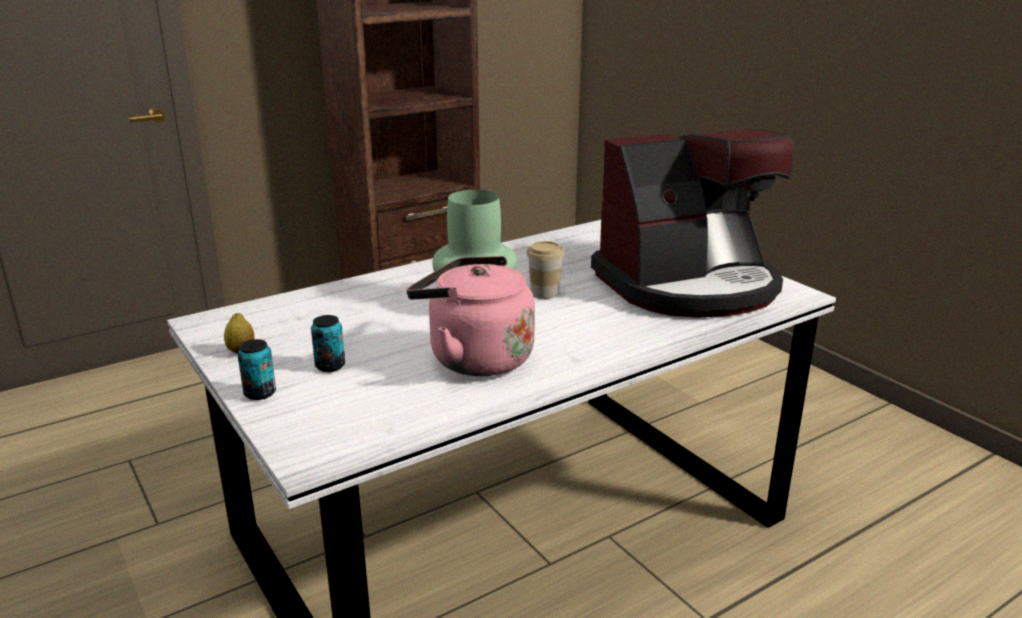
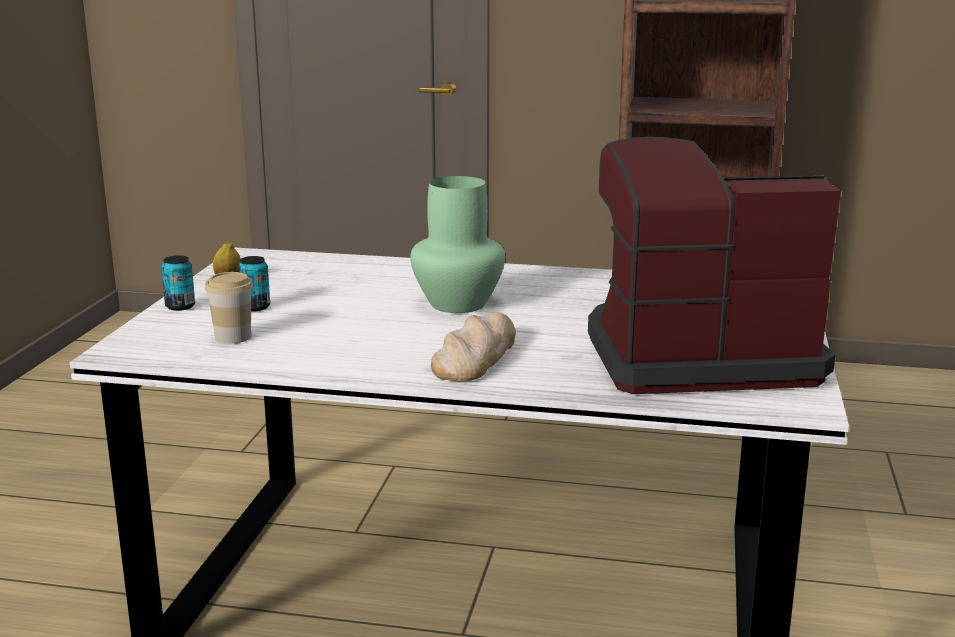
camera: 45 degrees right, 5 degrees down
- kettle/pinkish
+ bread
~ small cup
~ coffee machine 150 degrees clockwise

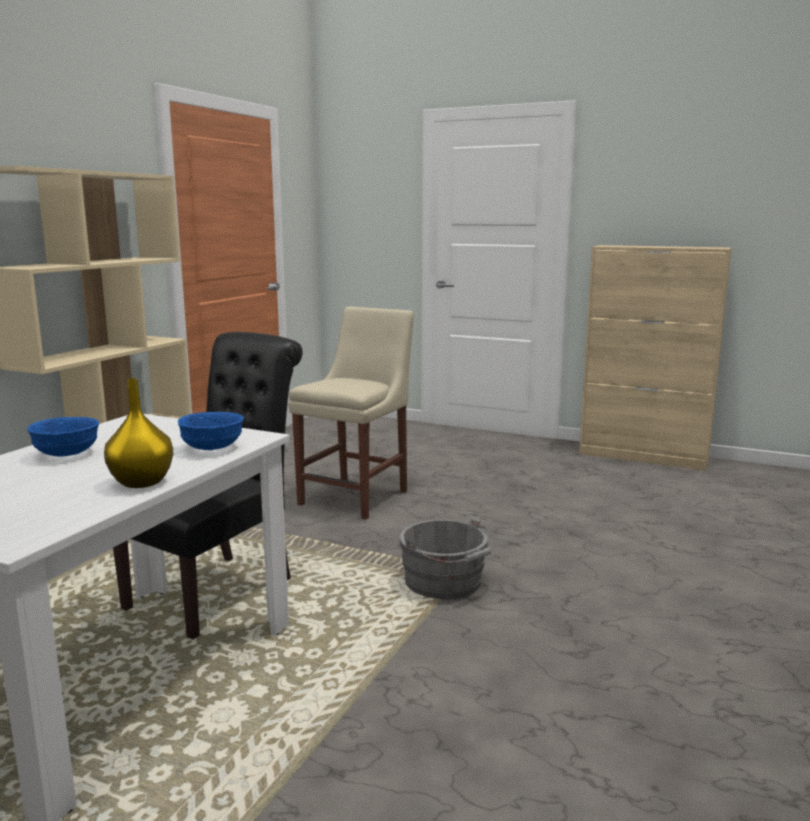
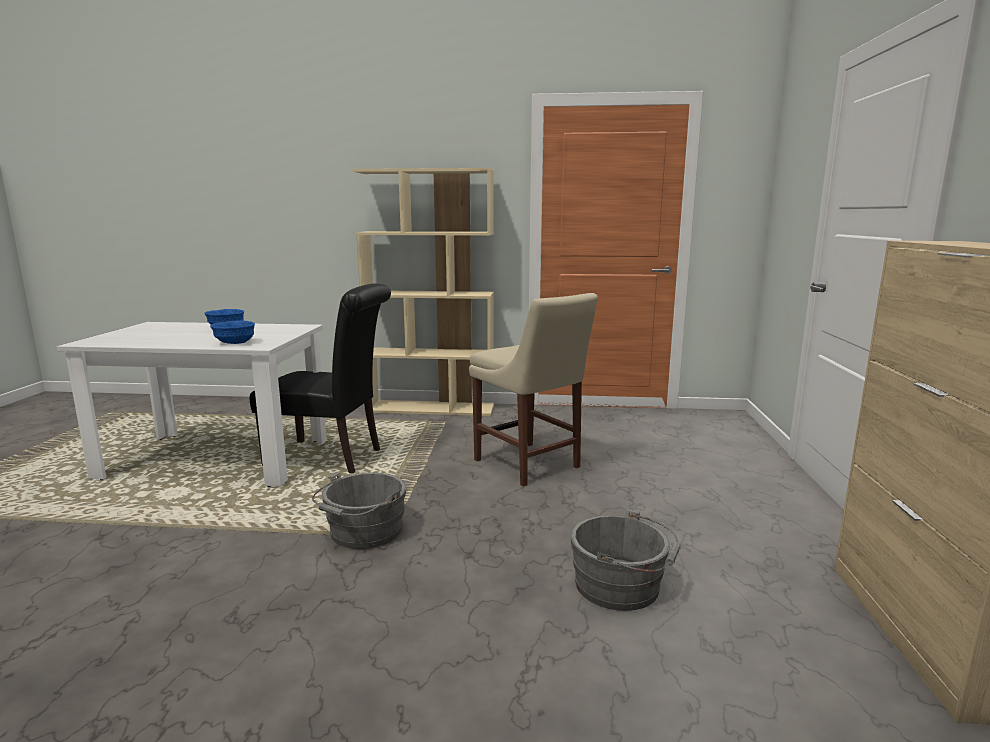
camera: 70 degrees right, 0 degrees up
- decorative vase/yellow-coloured
+ bucket/grey (2nd from left)
~ chair/beige 45 degrees clockwise

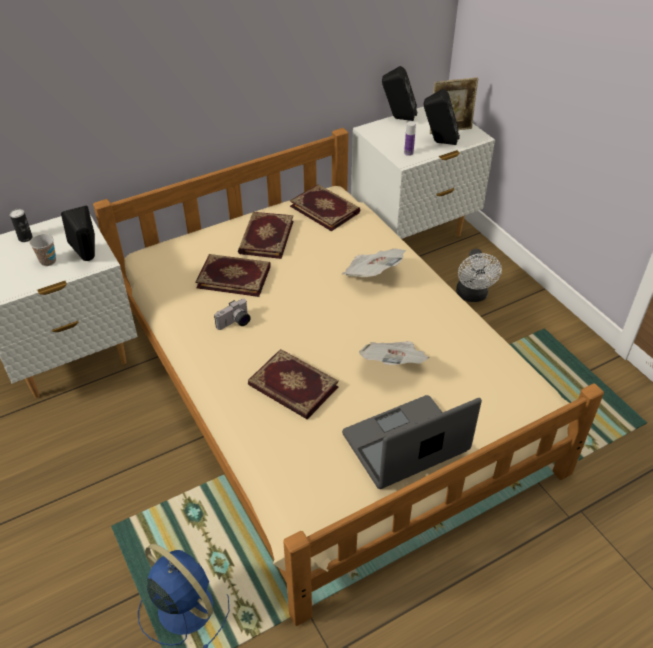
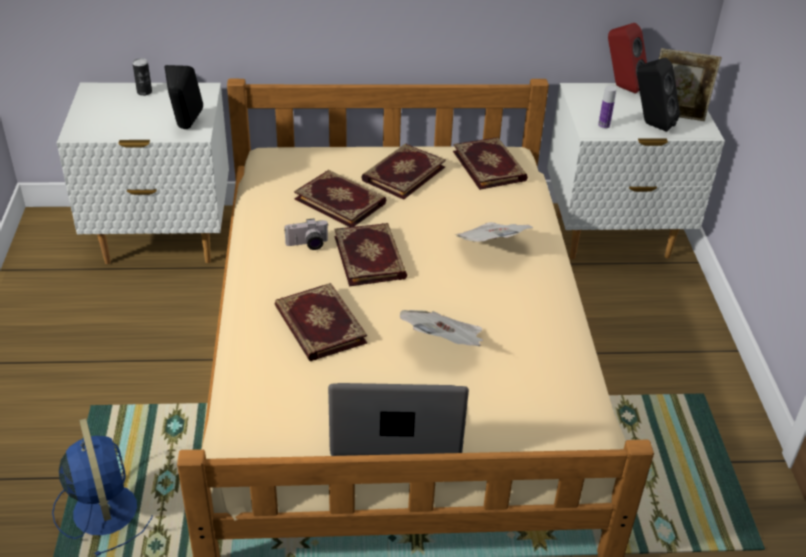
camera: 25 degrees right, 5 degrees down
- small cup
- fan/whitish
+ book (3rd from left)
~ speaker/black-coloured (2nd from left) to speaker/reddish

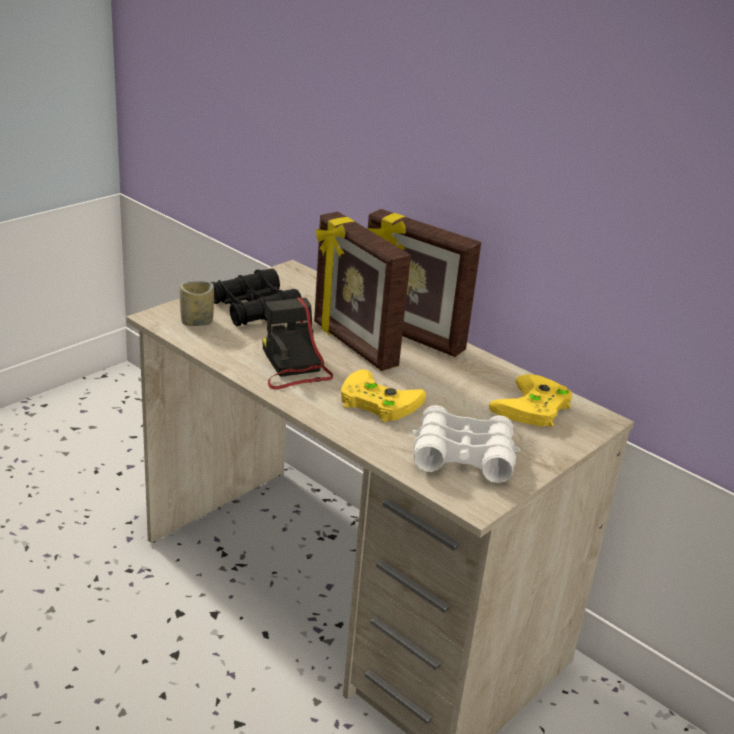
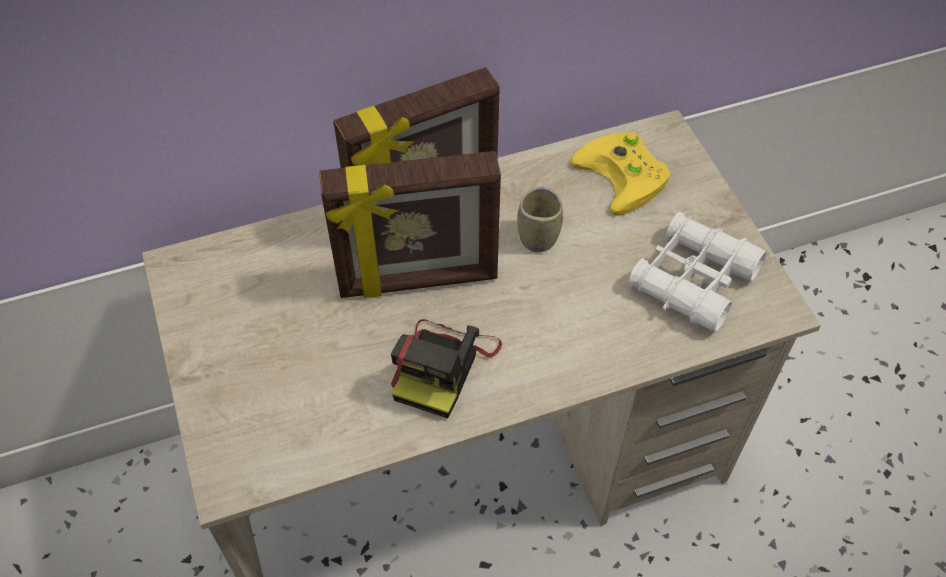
camera: 60 degrees left, 25 degrees up
- pair of binoculars/black-coloured
- gamepad/yellow-coloured (1st from left)
~ small cup
~ still camera 75 degrees counterclockwise

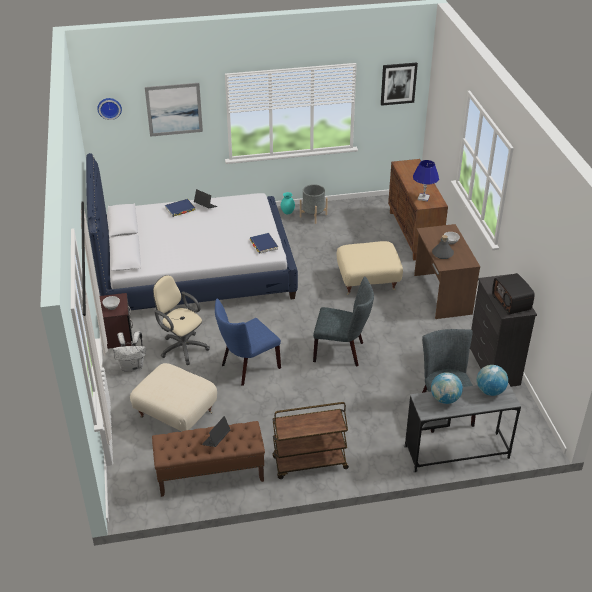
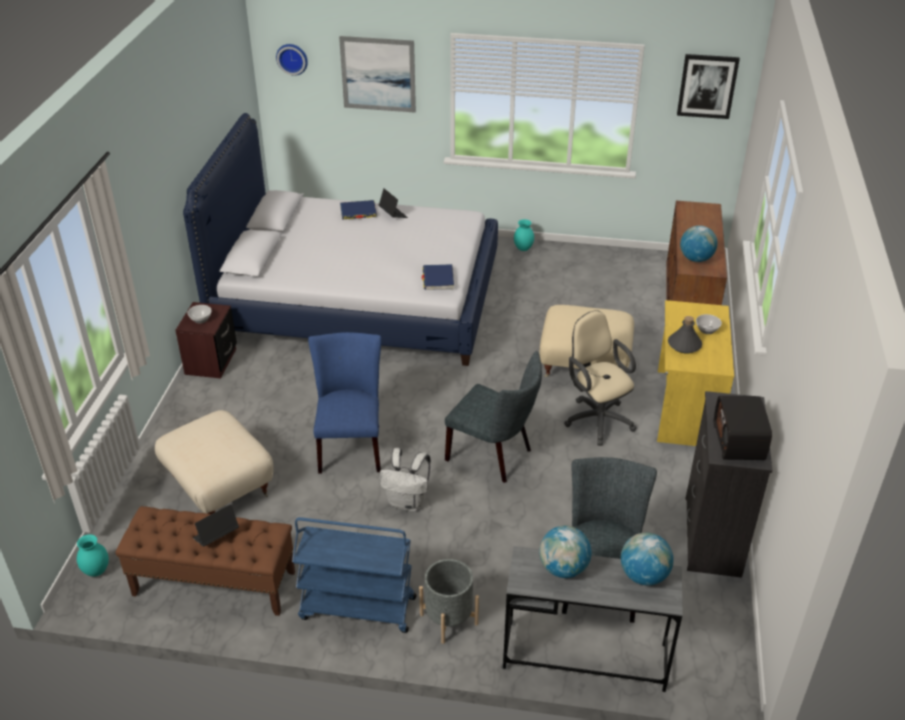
camera: 20 degrees right, 0 degrees up
+ decorative vase/turquoise-coloured (1st from left)
~ knapsack/whitish
~ desk chair/beige
~ plant pot/grey
~ lamp for a table/bluish to desk globe (3rd from left)
~ wheeled cart/brown to wheeled cart/bluish
~ desk table/brown to desk table/yellow-coloured
~ chair/bluish 105 degrees clockwise

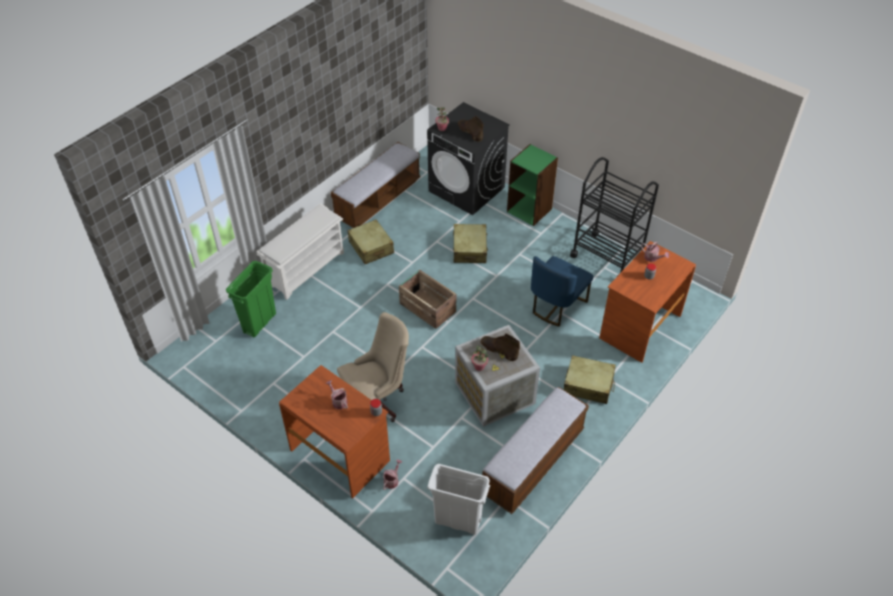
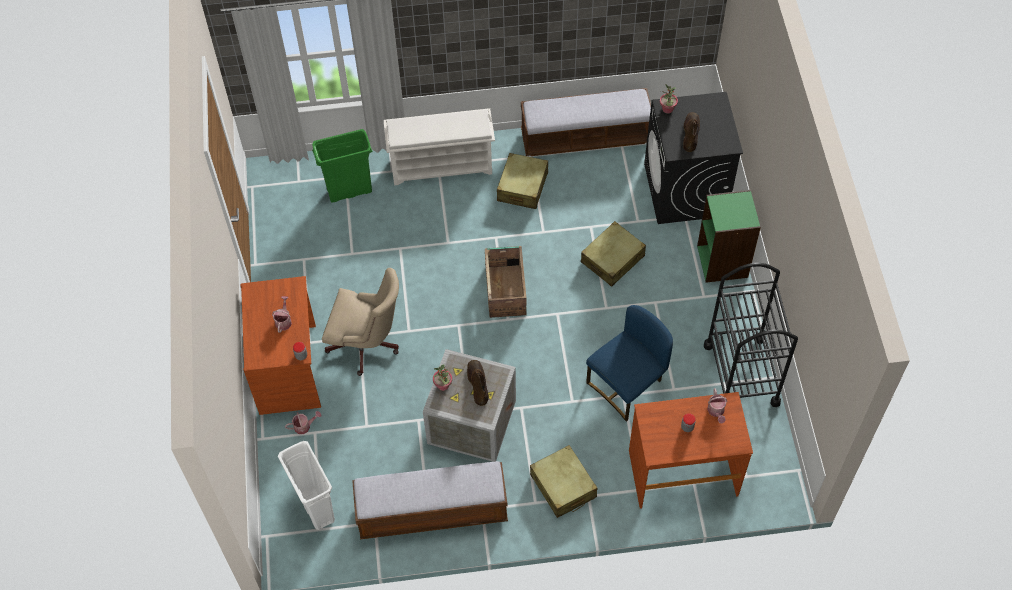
camera: 45 degrees right, 10 degrees up
~ chair/bluish 150 degrees clockwise

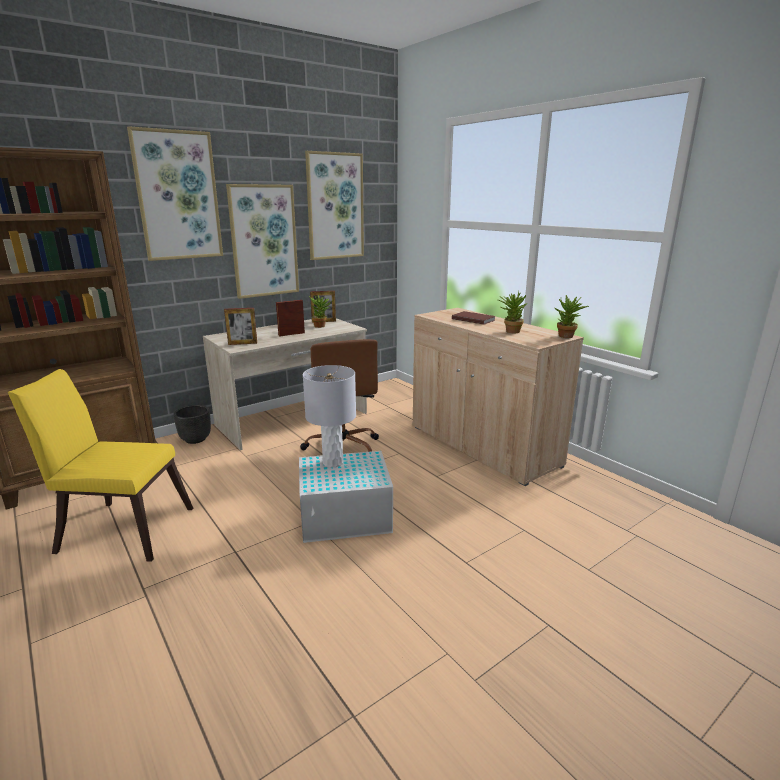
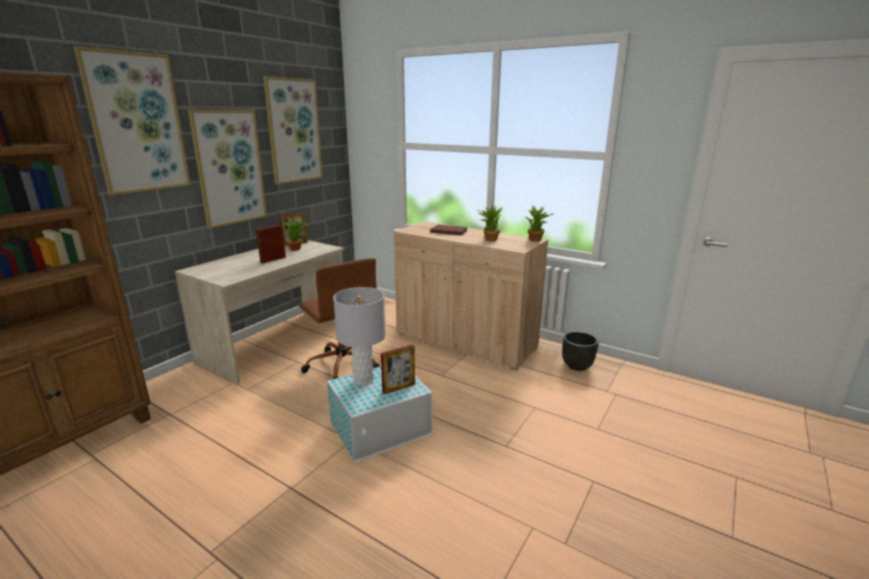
camera: 20 degrees left, 0 degrees up
- chair/yellow-coloured
~ plant pot/black-coloured
~ standing frame (1st from left in the first image) to standing frame (3rd from left)

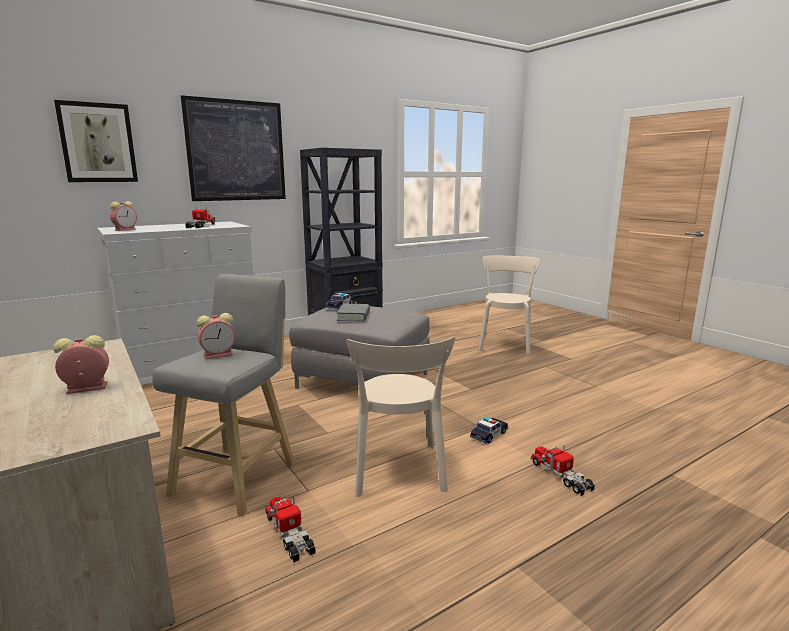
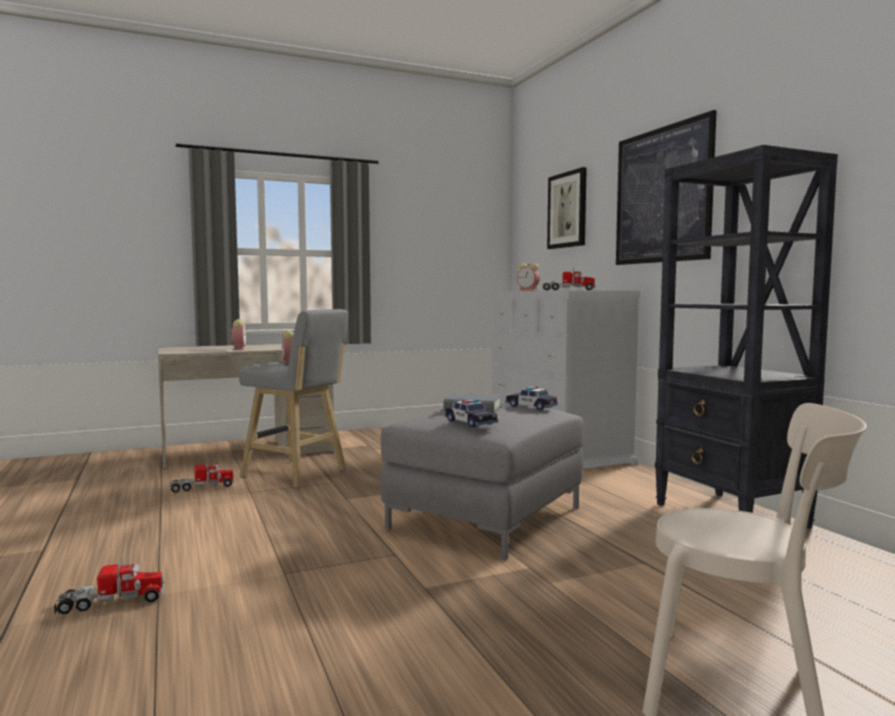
camera: 100 degrees right, 10 degrees down
- chair/beige (1st from left)
~ miniature car (2nd from left in the first image) to miniature car (1st from left)

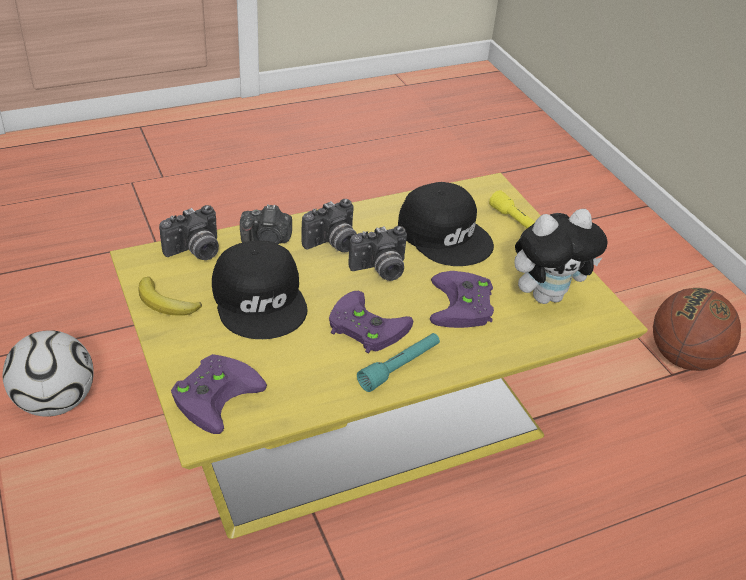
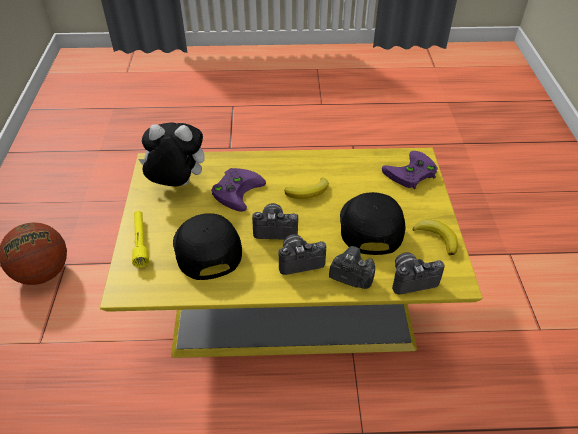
camera: 155 degrees left, 5 degrees up
- football
- hand torch/turquoise-coloured
~ gamepad/purplish (2nd from left) to banana (1st from left)

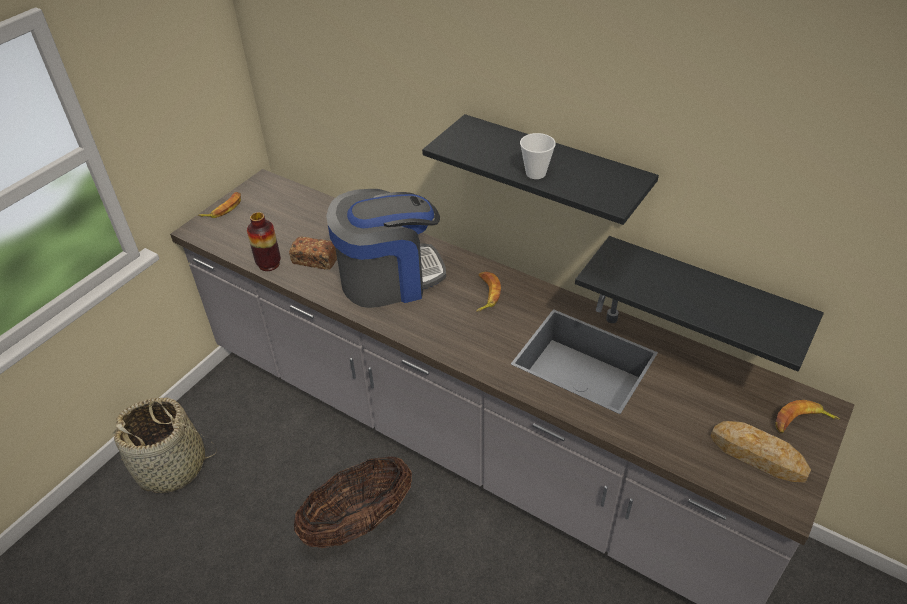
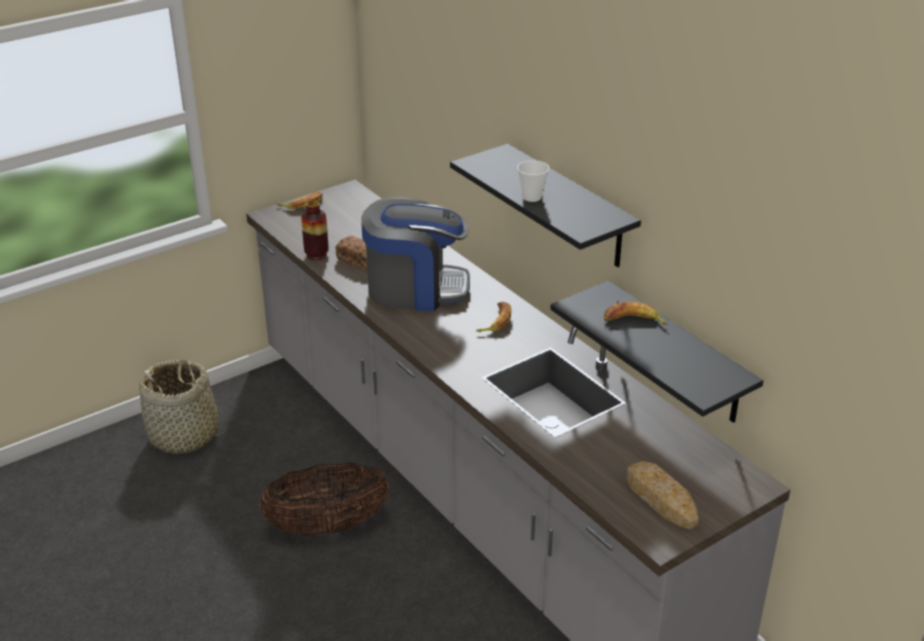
camera: 20 degrees right, 10 degrees down
~ banana (3rd from left)

